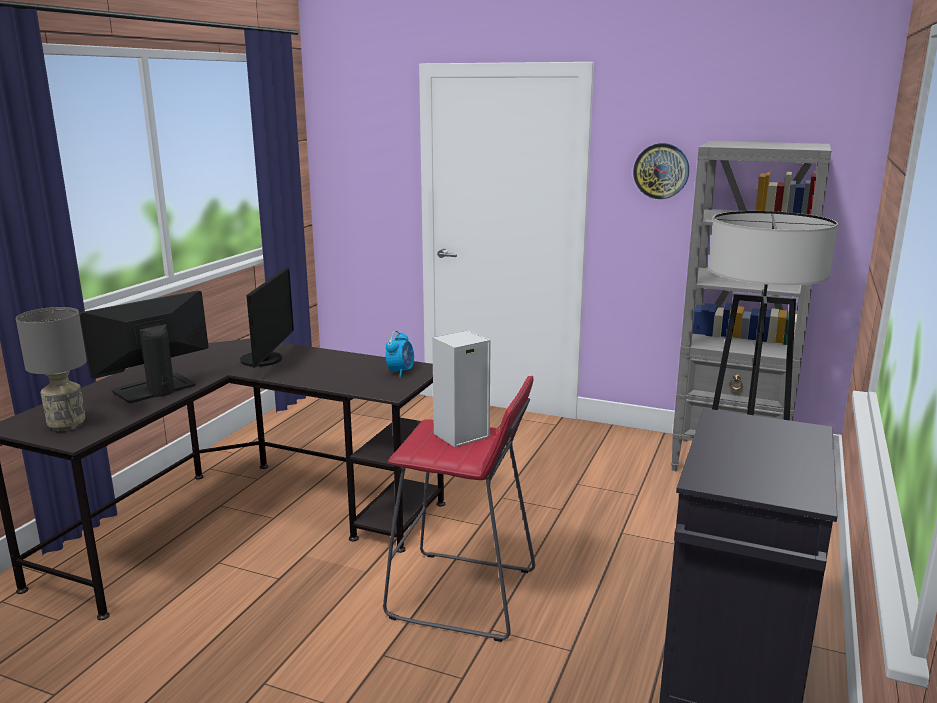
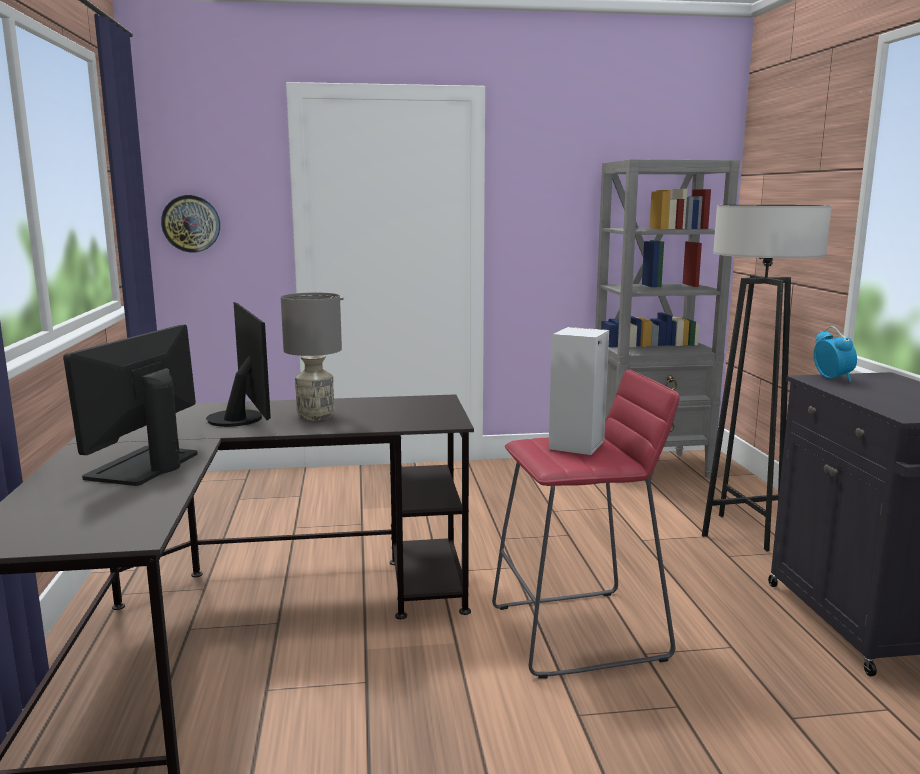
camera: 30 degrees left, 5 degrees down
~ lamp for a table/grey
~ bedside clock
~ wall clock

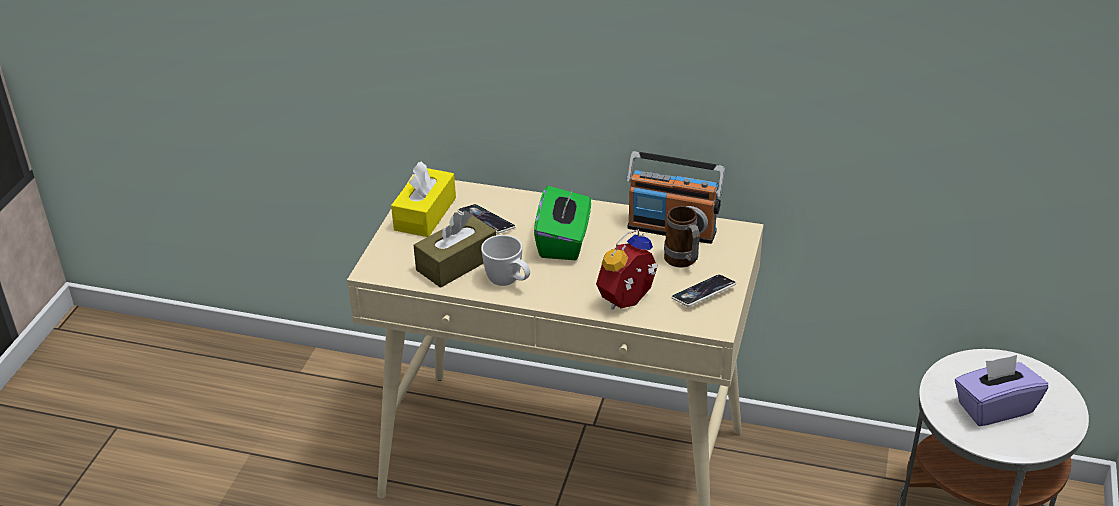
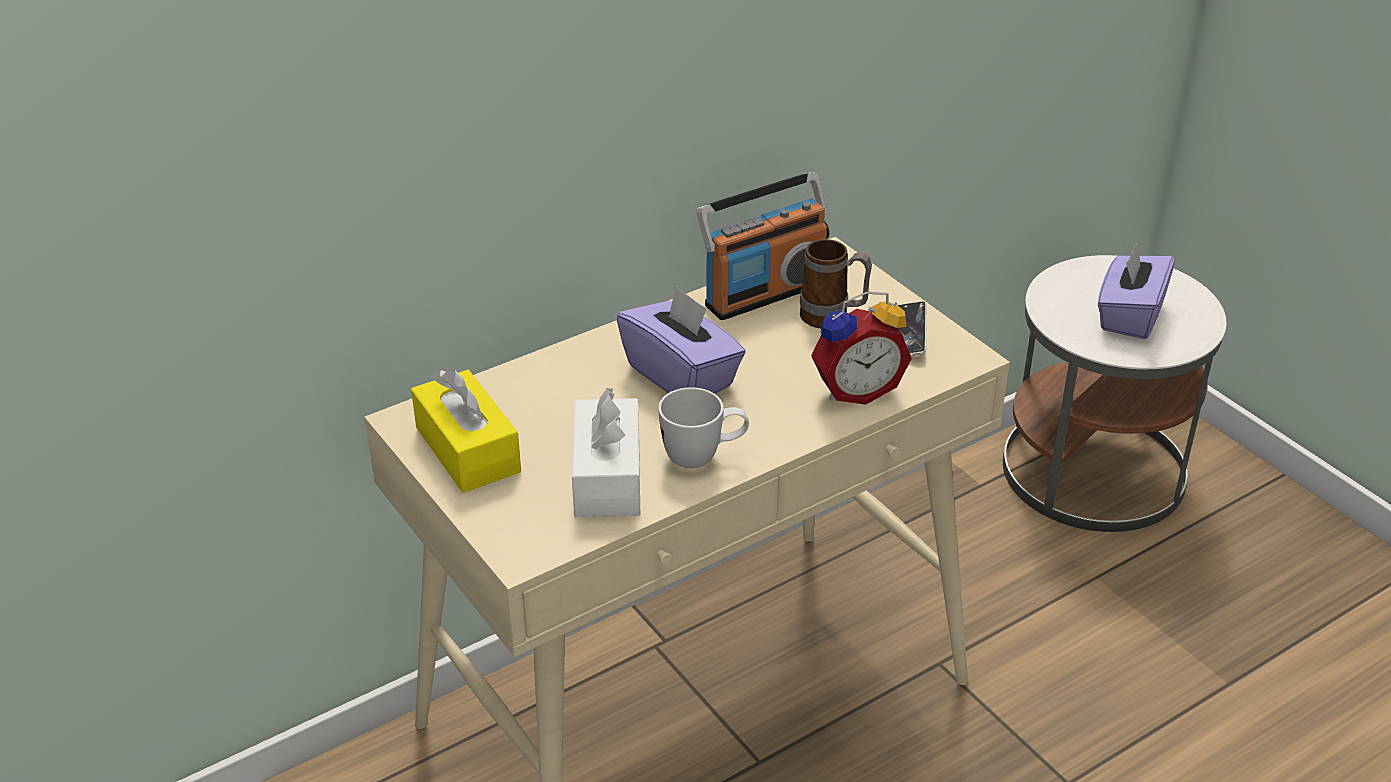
camera: 50 degrees left, 0 degrees up
- phone (1st from left)
~ tissue box/brown to tissue box/whitish
~ tissue box/green to tissue box/purplish (1st from left)
~ bedside clock 105 degrees counterclockwise

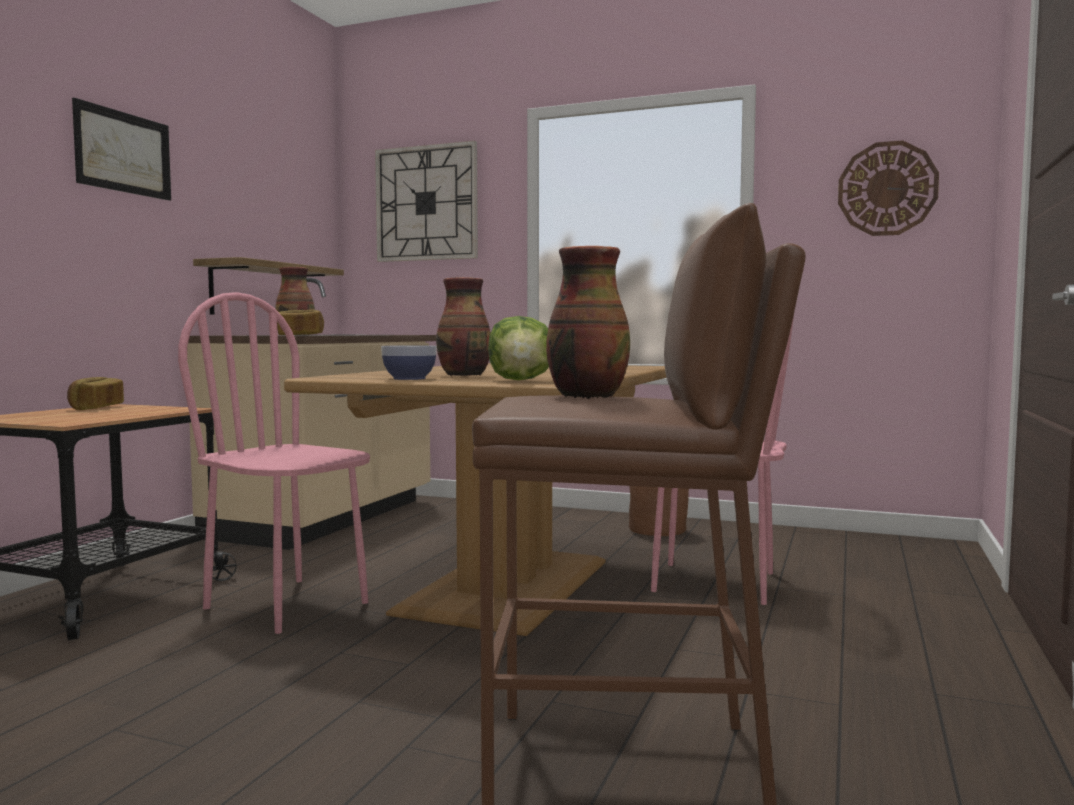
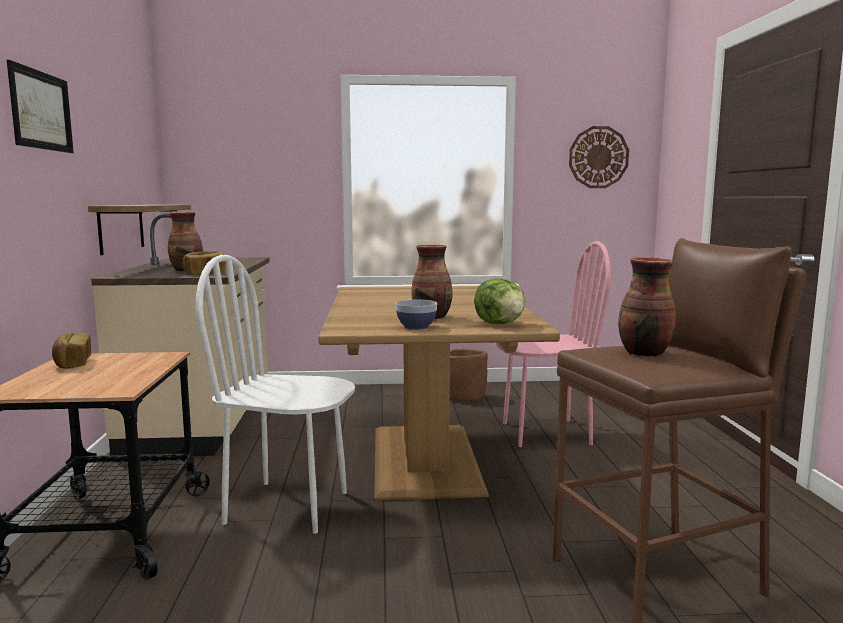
camera: 25 degrees left, 5 degrees up
- wall clock (1st from left)
~ chair/pinkish (1st from left) to chair/whitish

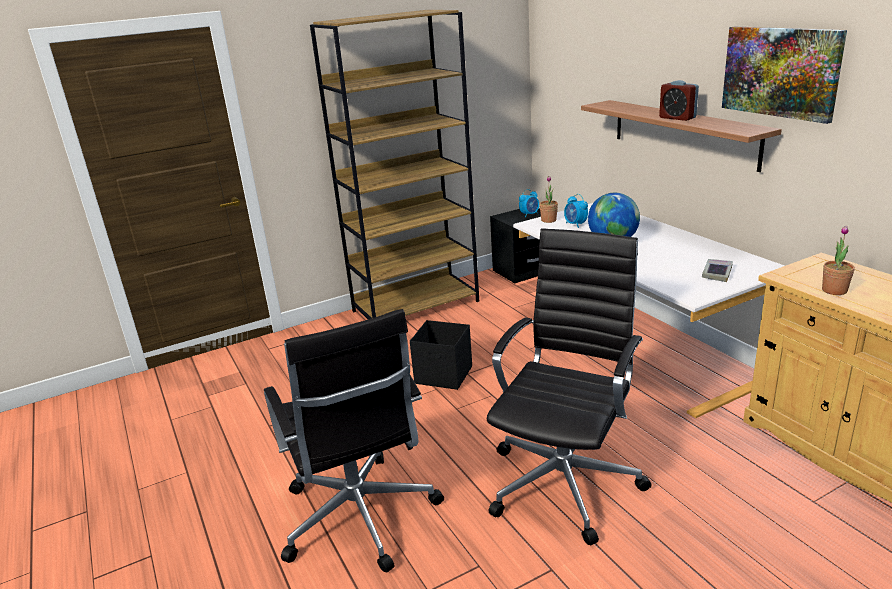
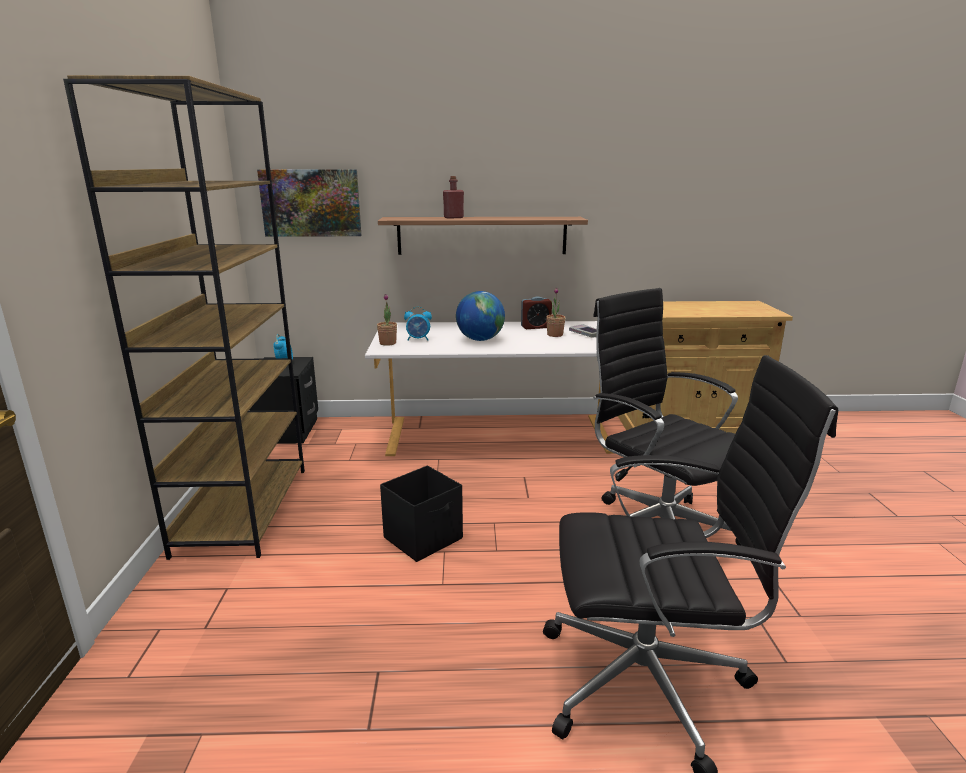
camera: 65 degrees left, 5 degrees down
+ bottle/reddish
~ bedside clock (3rd from left)
~ wall art
~ plant in a pot (2nd from left)

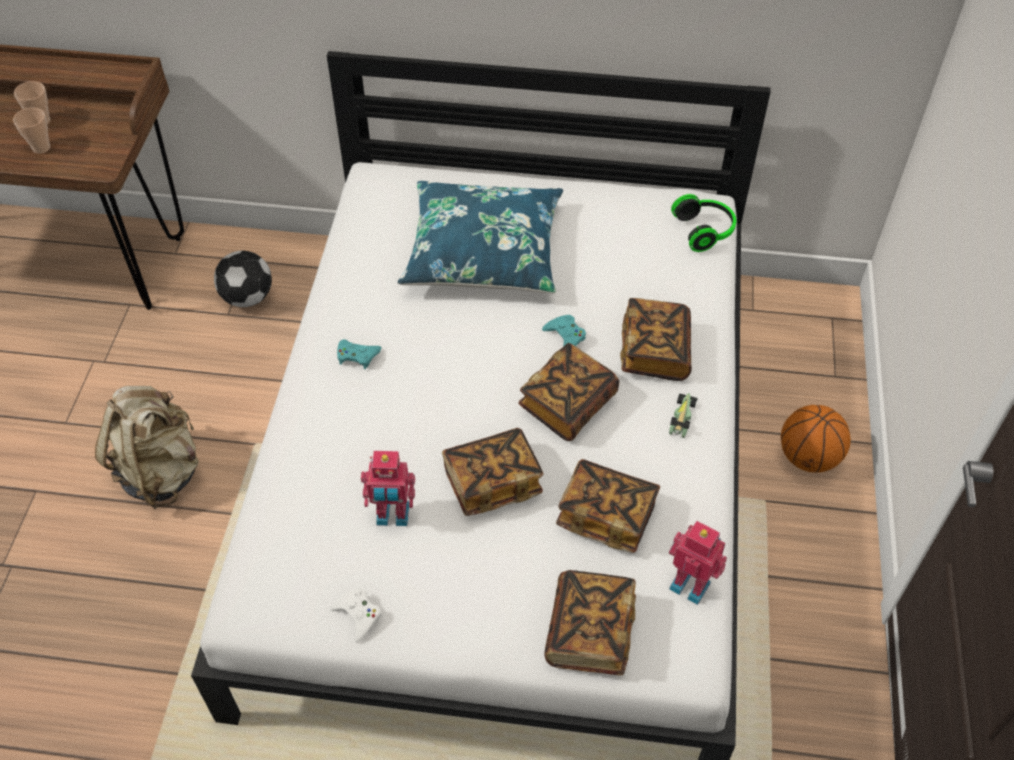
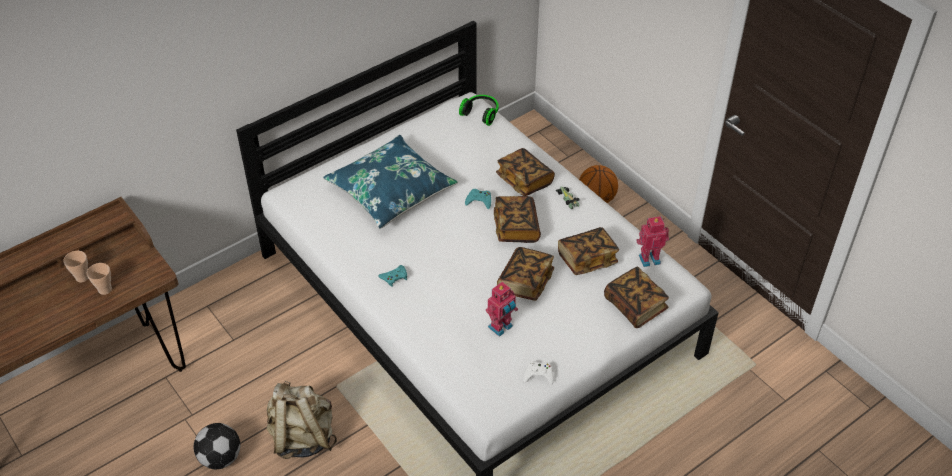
camera: 45 degrees left, 5 degrees down
~ football

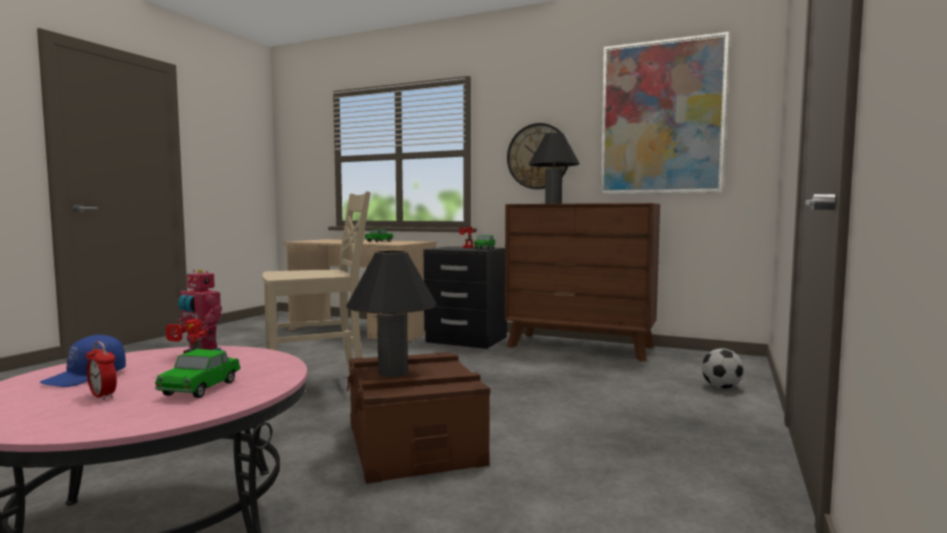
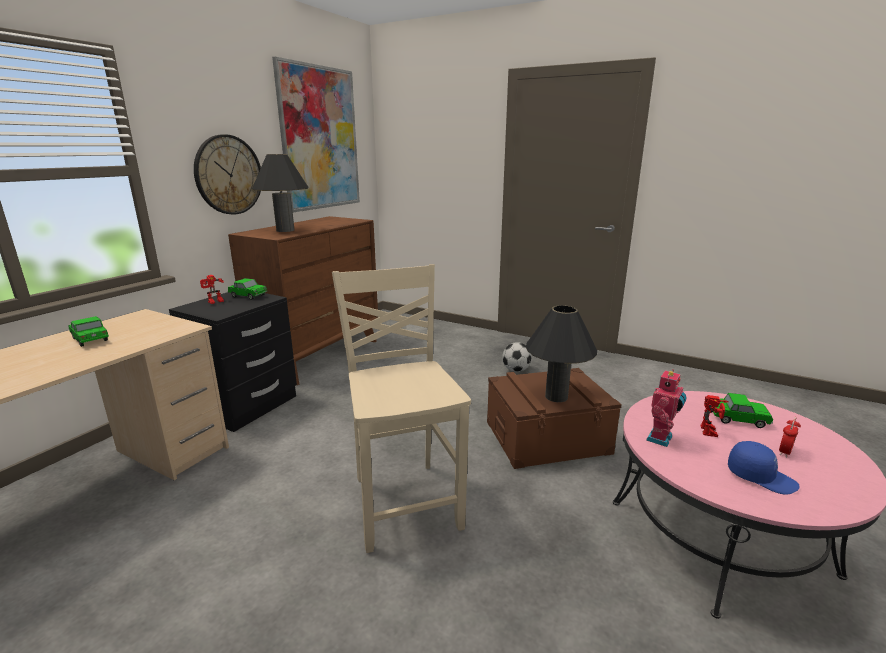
camera: 85 degrees left, 15 degrees up
~ football

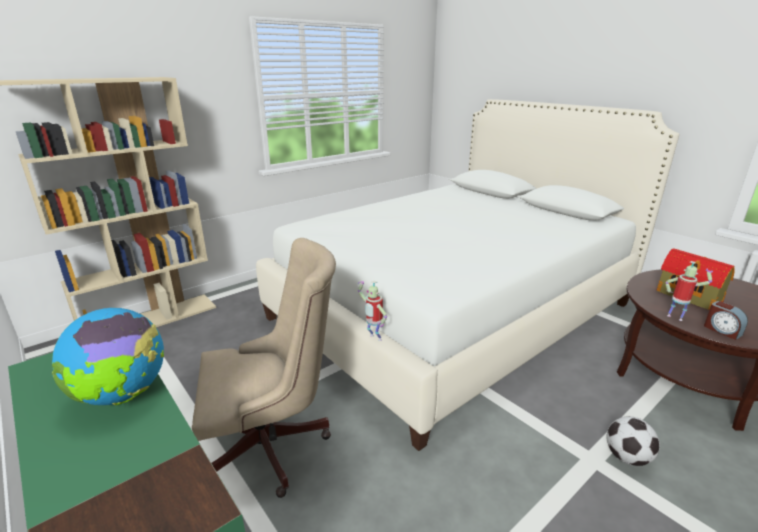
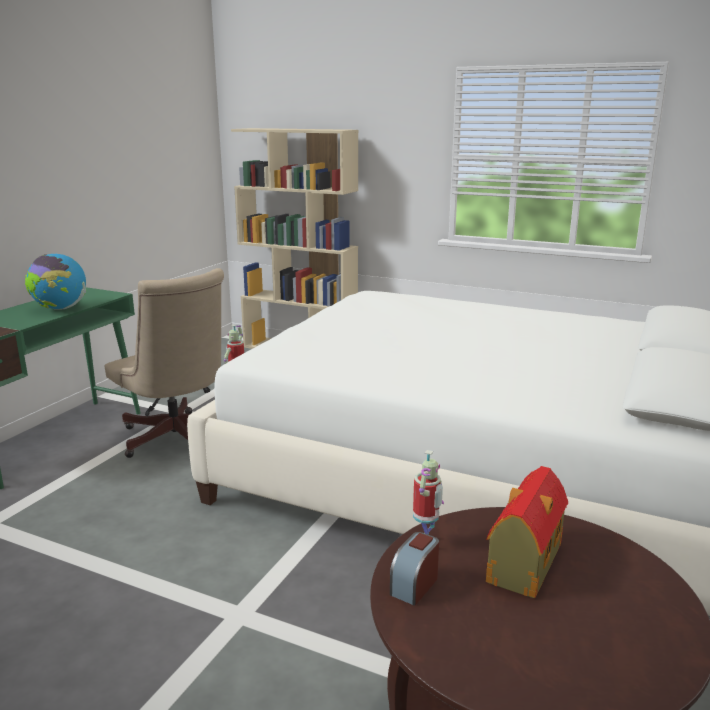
camera: 65 degrees right, 5 degrees down
- football

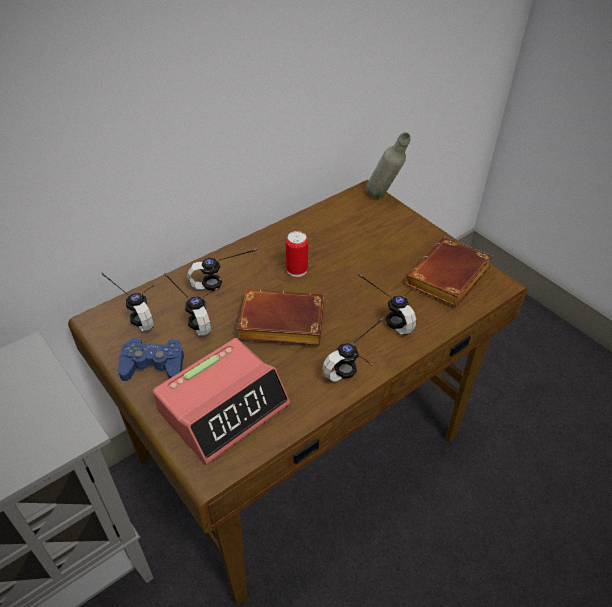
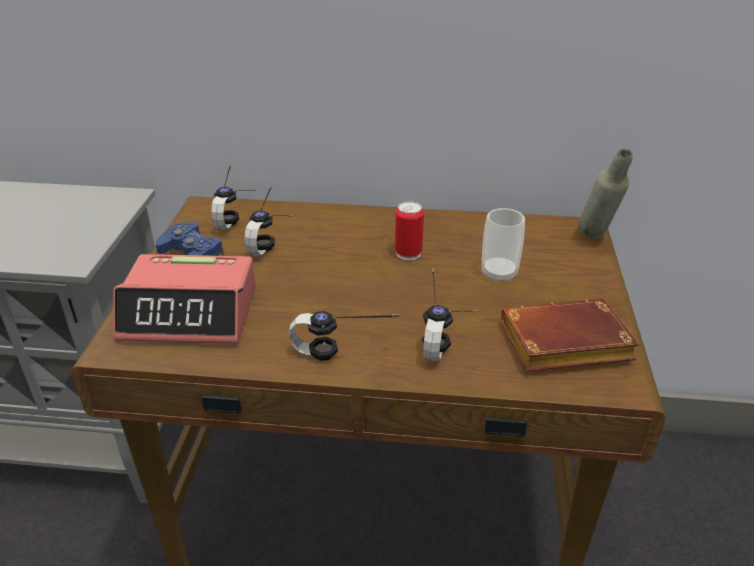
camera: 45 degrees right, 10 degrees down
- pair of headphones (3rd from left)
- book/brown (1st from left)
+ small cup

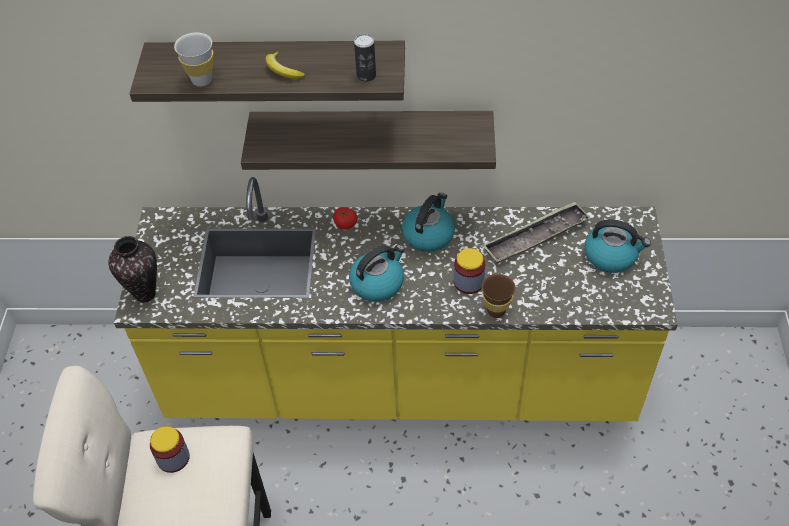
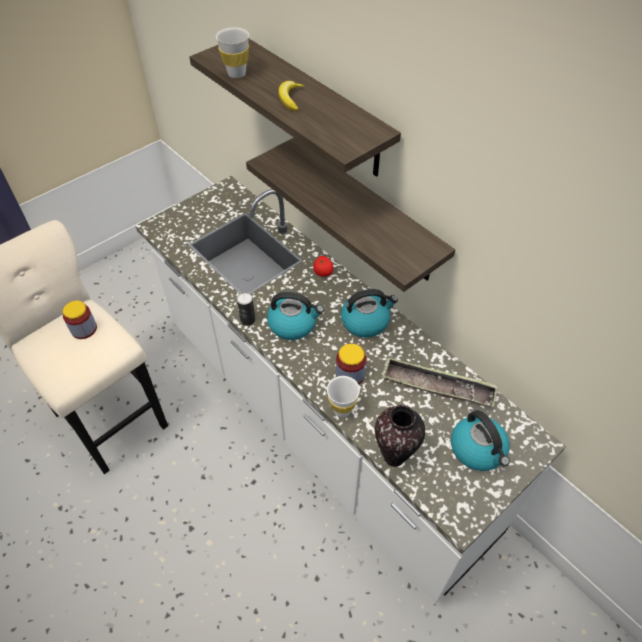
camera: 45 degrees right, 0 degrees up
~ decorative vase
~ metal can
~ counter/yellow-coloured to counter/whitish
~ small cup/brown to small cup/whitish (2nd from left)

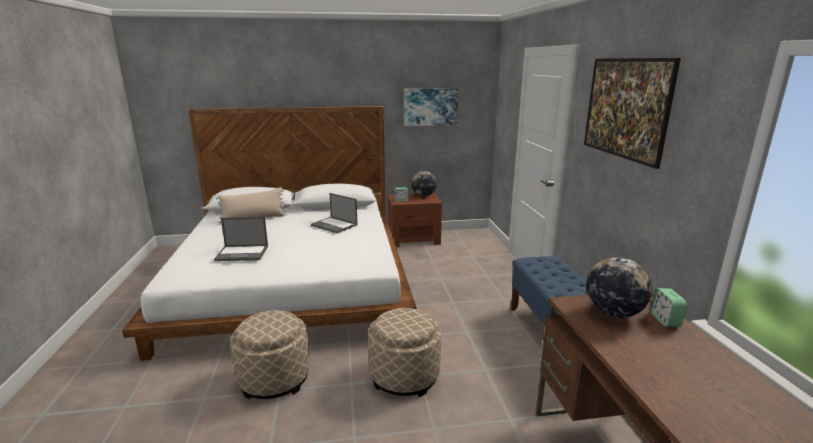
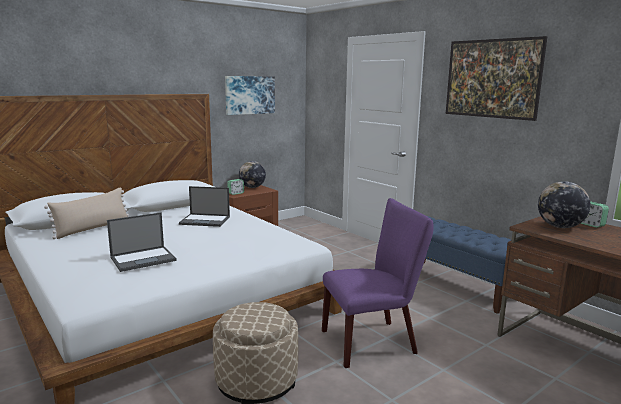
camera: 30 degrees left, 5 degrees down
~ footrest/beige (2nd from left) to chair/purplish

